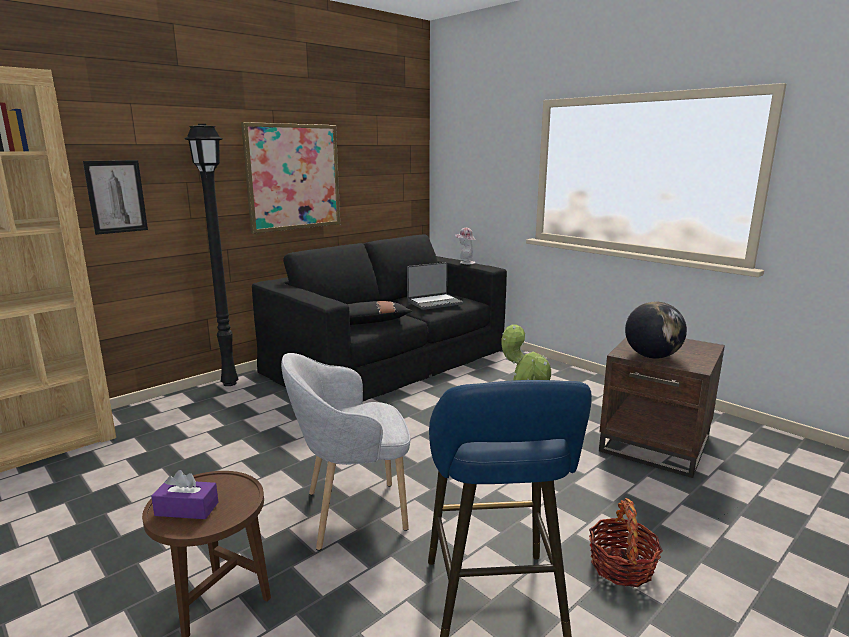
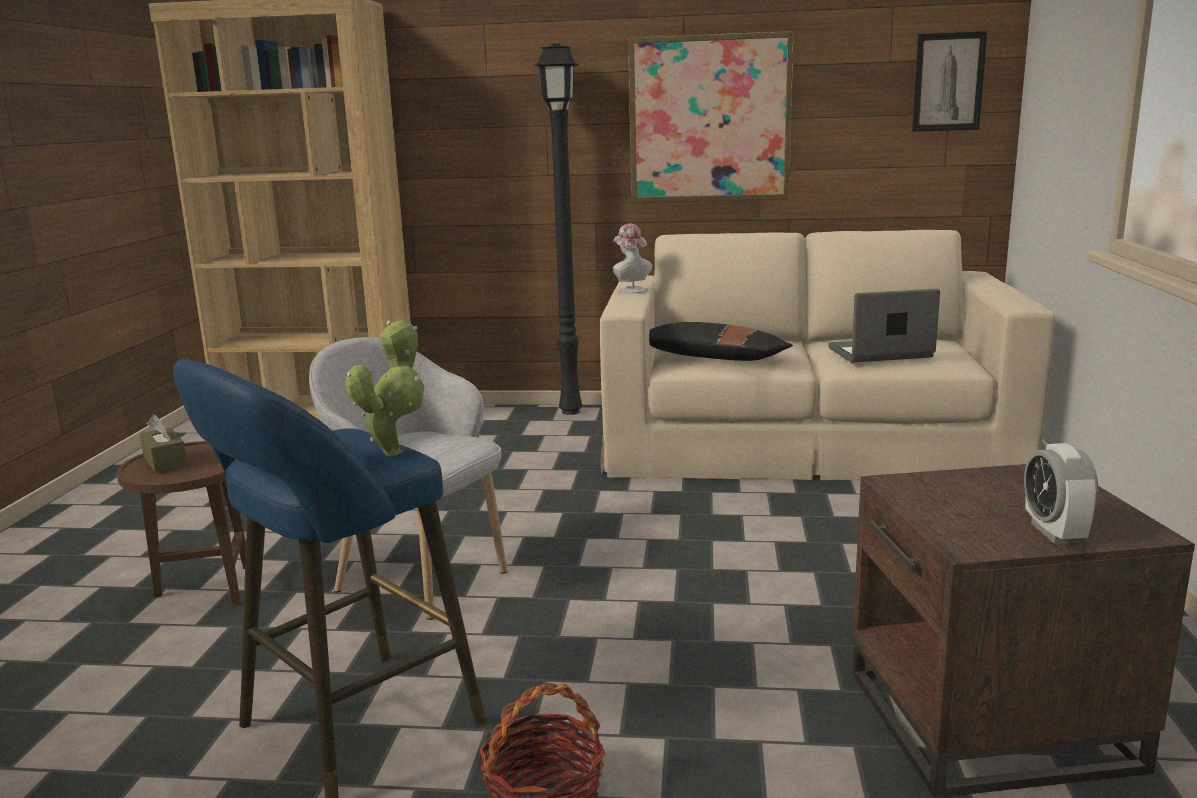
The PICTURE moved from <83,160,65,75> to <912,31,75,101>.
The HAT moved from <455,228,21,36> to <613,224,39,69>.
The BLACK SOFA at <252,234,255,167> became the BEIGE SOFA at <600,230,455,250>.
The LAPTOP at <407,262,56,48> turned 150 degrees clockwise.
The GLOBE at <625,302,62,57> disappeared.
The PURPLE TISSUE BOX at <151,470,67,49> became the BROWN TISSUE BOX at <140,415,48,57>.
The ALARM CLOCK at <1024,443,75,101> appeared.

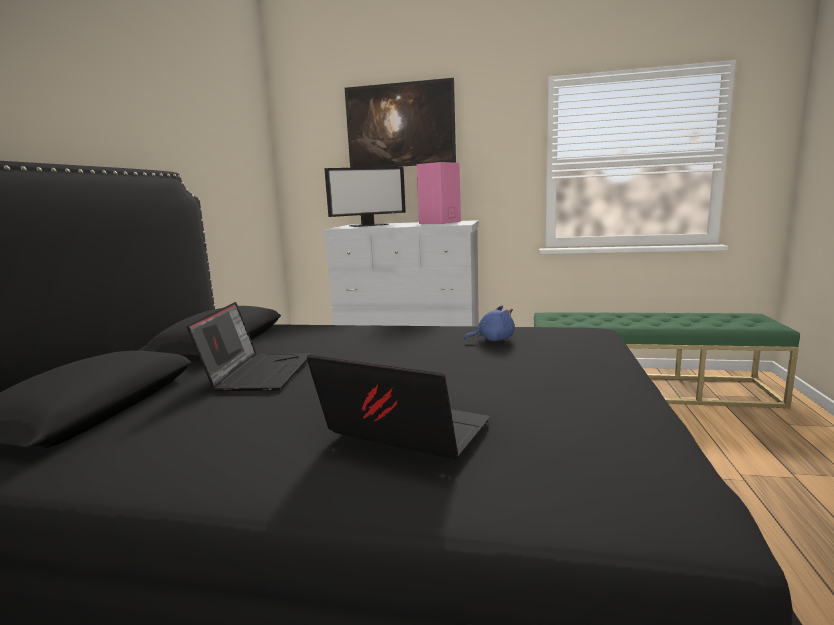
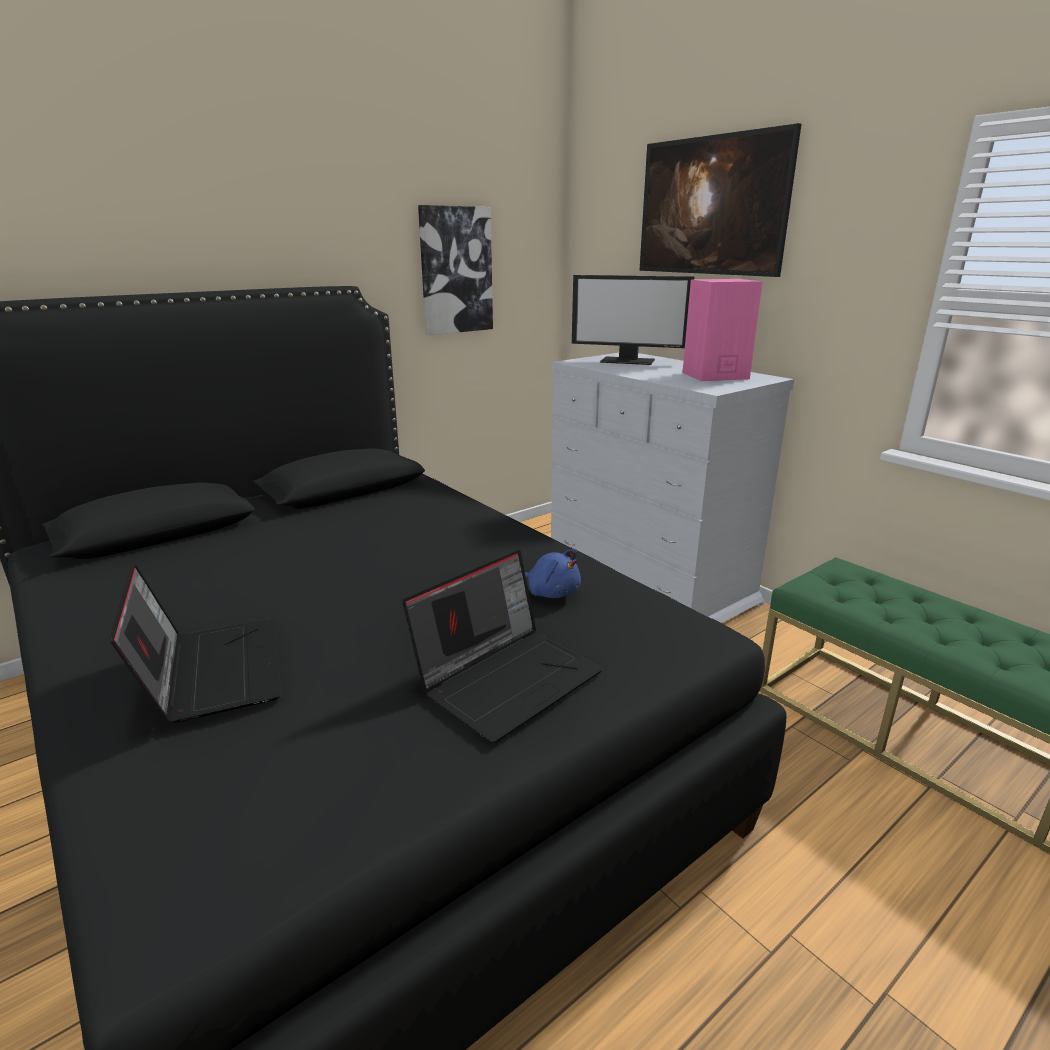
The LAPTOP moved from <187,302,124,89> to <402,550,201,193>.
The PICTURE at <418,205,75,130> appeared.

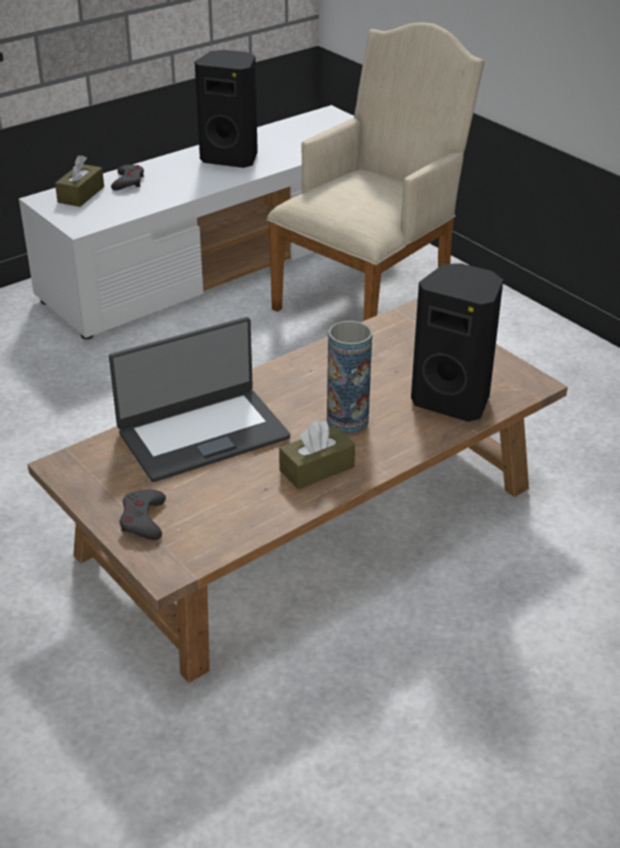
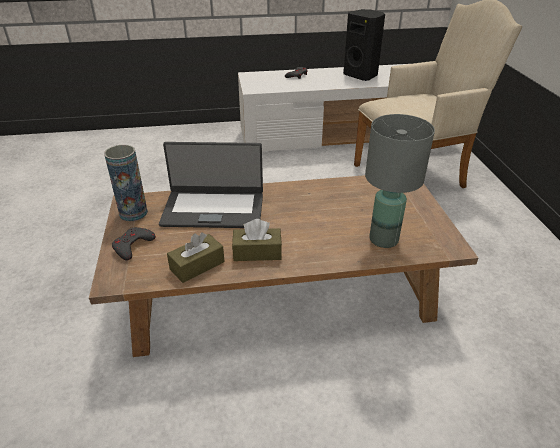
The BROWN TISSUE BOX moved from <55,155,49,52> to <167,232,58,51>.
The BLACK SPEAKER at <411,263,92,159> was replaced by the GREY TABLE LAMP at <365,114,70,134>.
The VASE moved from <327,321,45,112> to <104,145,44,76>.

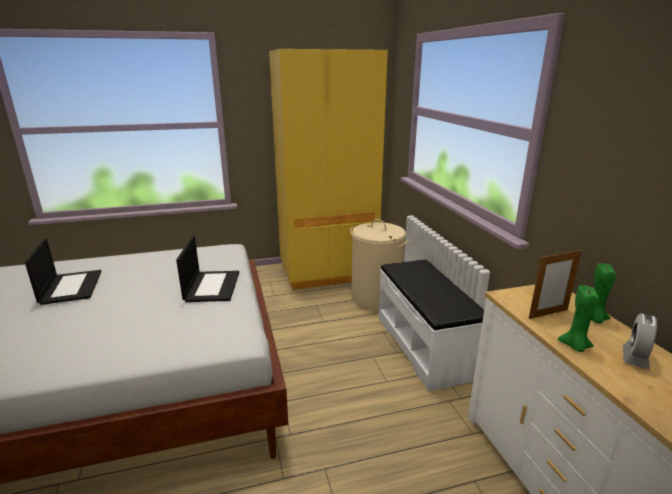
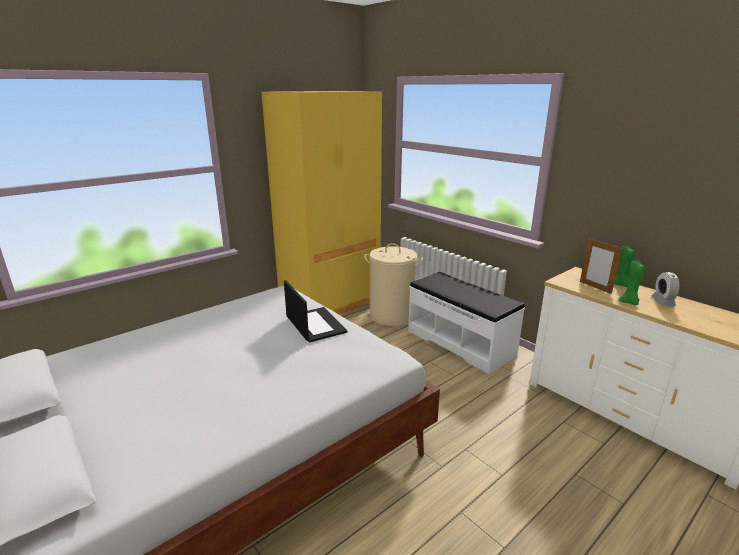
The LAPTOP at <25,238,76,67> disappeared.
The PICTURE FRAME at <529,249,53,70> turned 105 degrees clockwise.

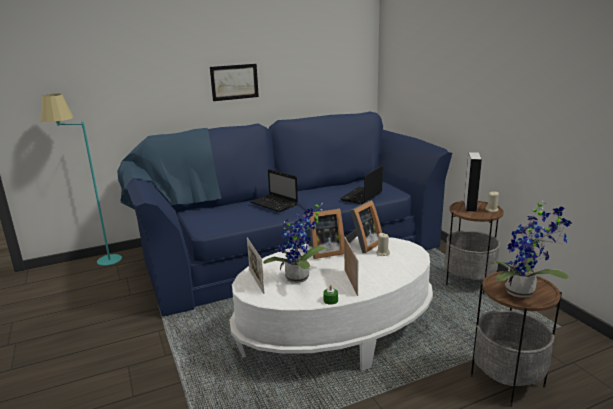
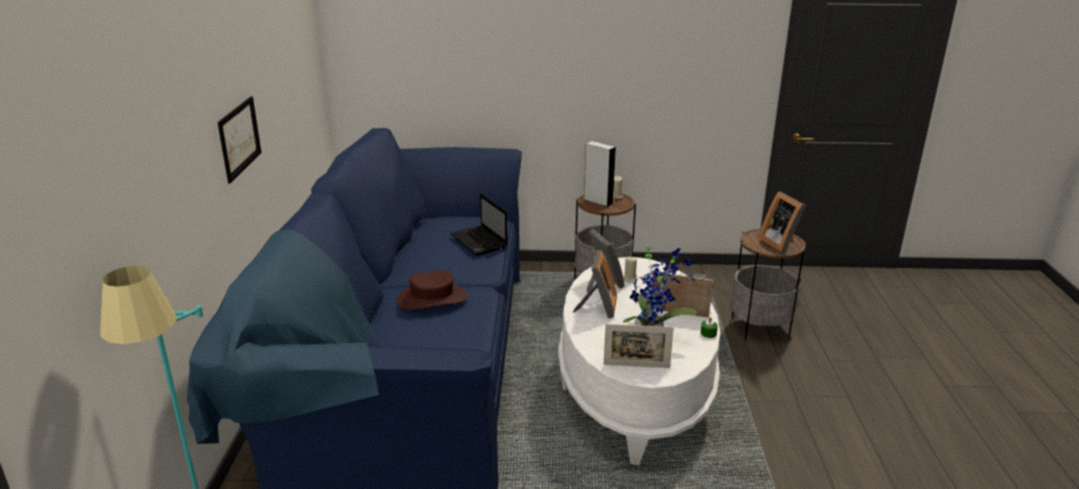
The LAPTOP at <250,169,48,43> was replaced by the BROWN HAT at <397,270,70,40>.
The POTTED PLANT at <489,201,84,97> was replaced by the PICTURE FRAME at <758,191,48,62>.

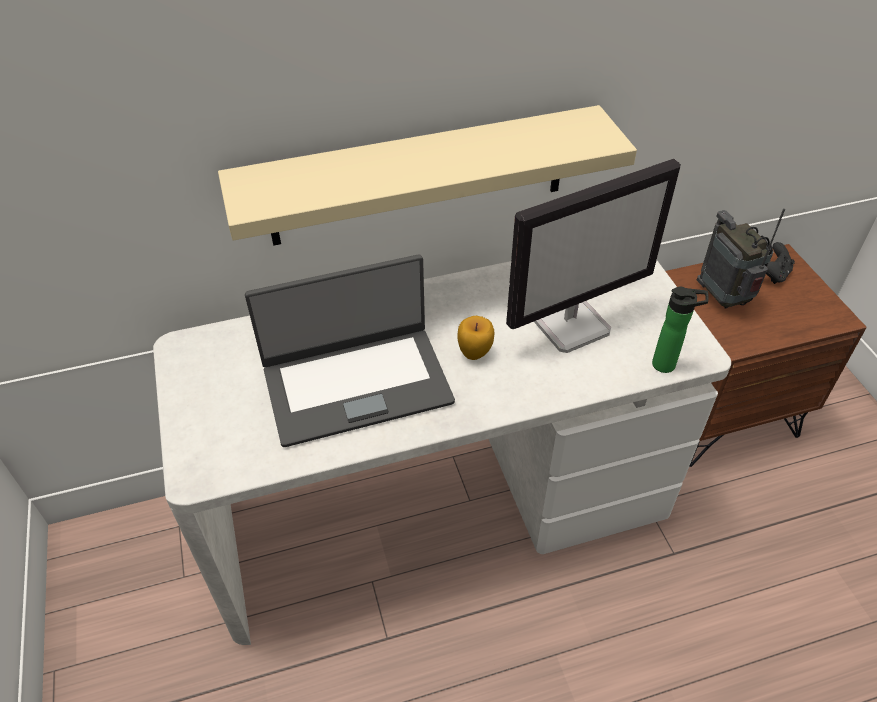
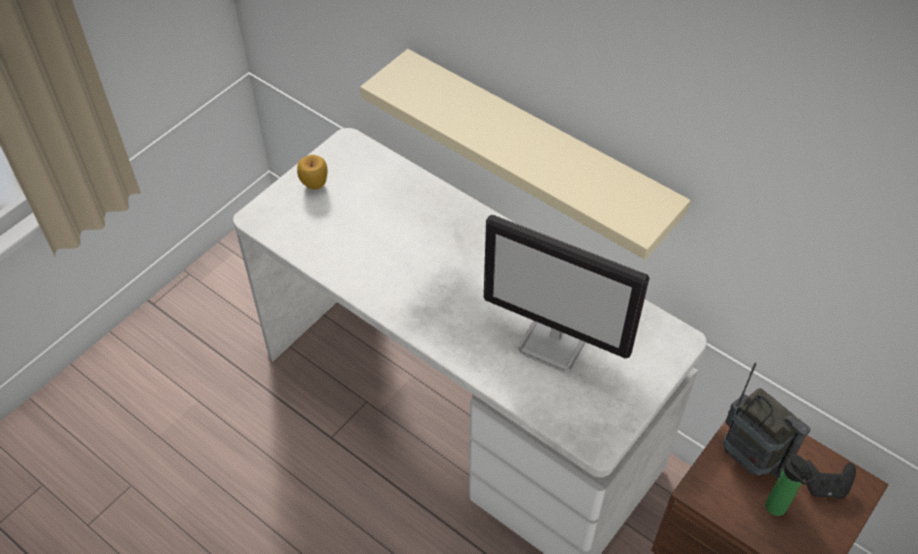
The RADIO at <697,208,88,101> turned 105 degrees clockwise.
The LAPTOP at <245,255,210,192> disappeared.
The BOTTLE moved from <652,287,57,86> to <765,453,52,63>.
The APPLE moved from <457,316,38,44> to <297,155,30,35>.

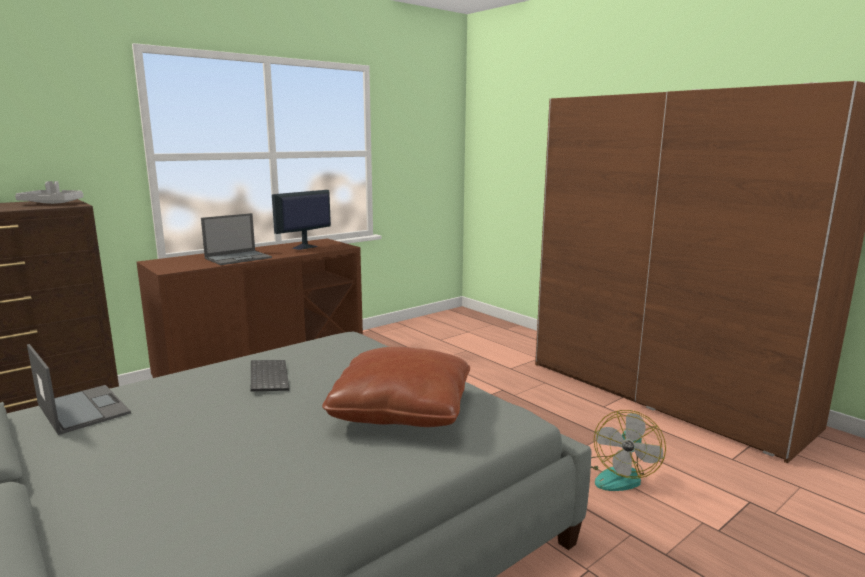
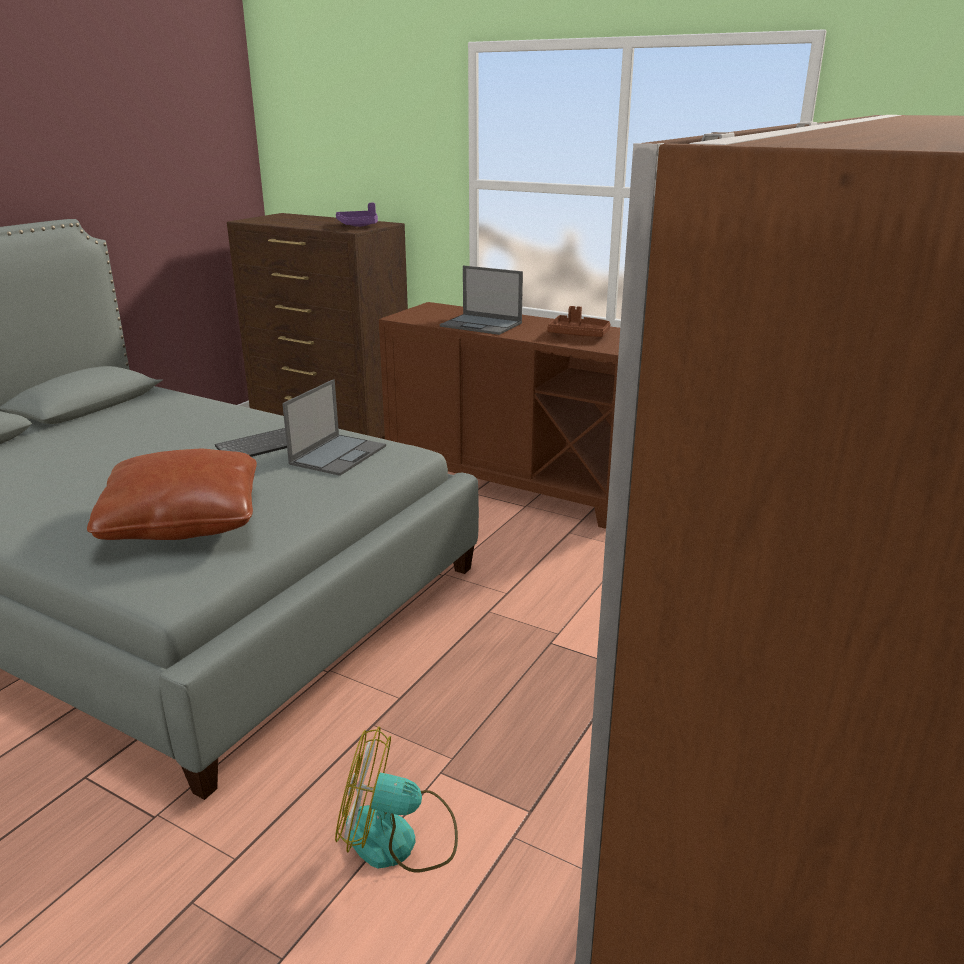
The GREY TRAY at <15,181,68,23> became the PURPLE TRAY at <336,203,42,24>.
The MONITOR at <272,190,59,60> was replaced by the BROWN TRAY at <548,306,62,31>.
The LAPTOP moved from <27,344,104,91> to <282,379,104,97>.

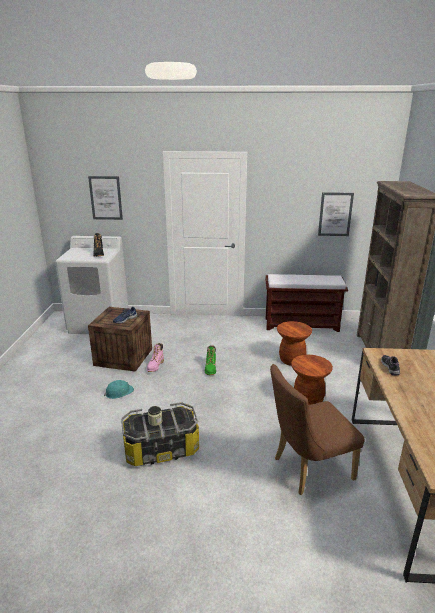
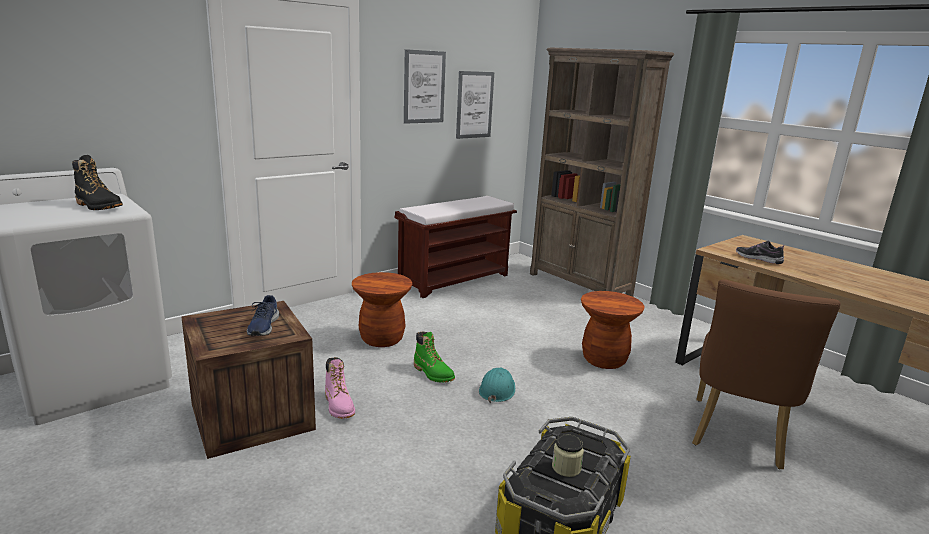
The PICTURE moved from <88,176,35,44> to <404,49,42,75>.
The BROWN STOOL moved from <277,321,35,45> to <352,272,60,75>.
The TURQUOISE HARD HAT moved from <104,380,30,19> to <479,368,36,35>.

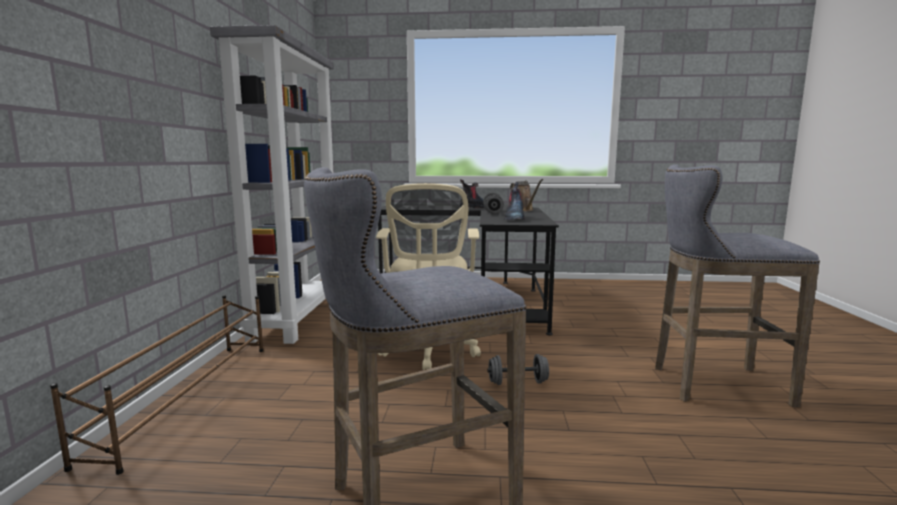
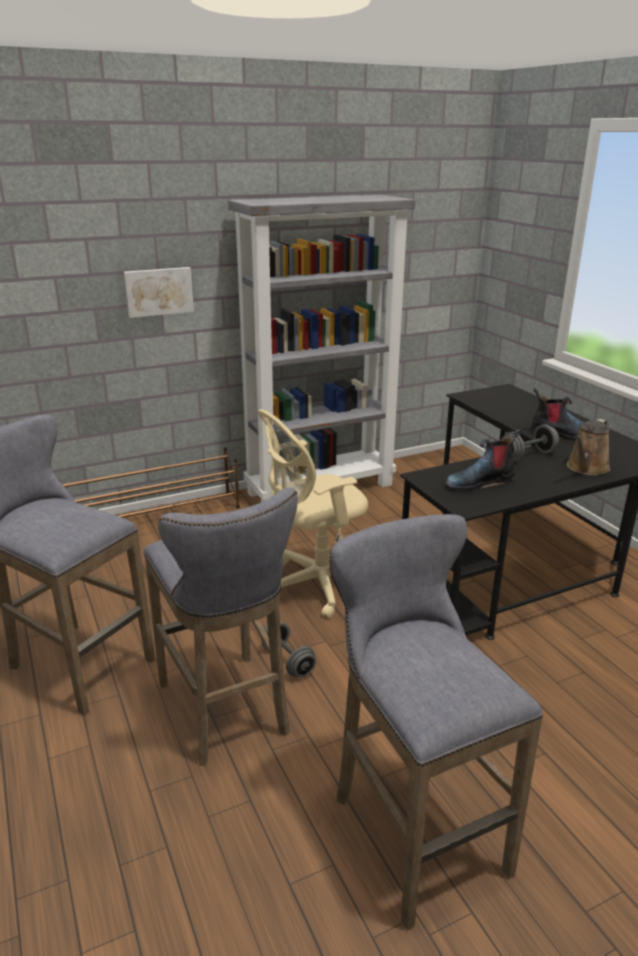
The PICTURE at <123,267,71,51> appeared.
The GREY STOOL at <144,487,154,279> appeared.

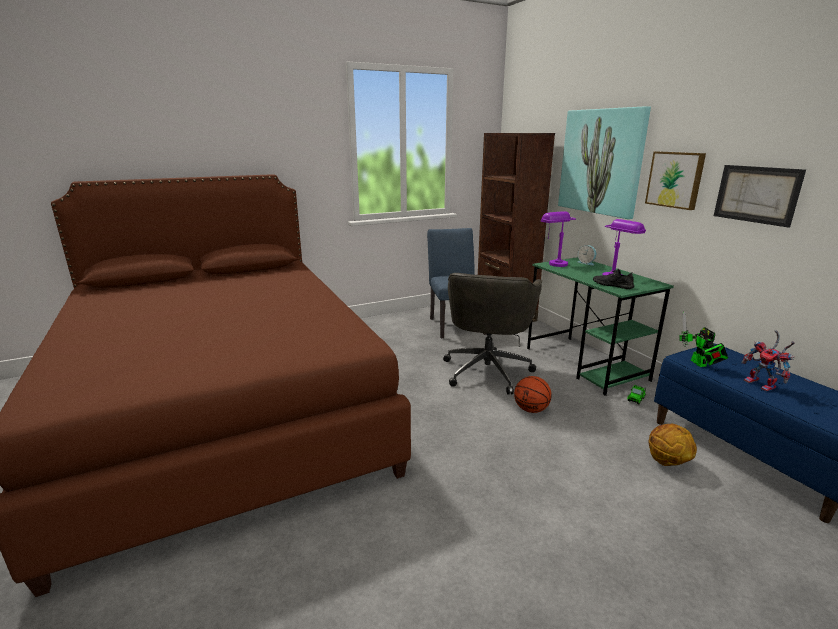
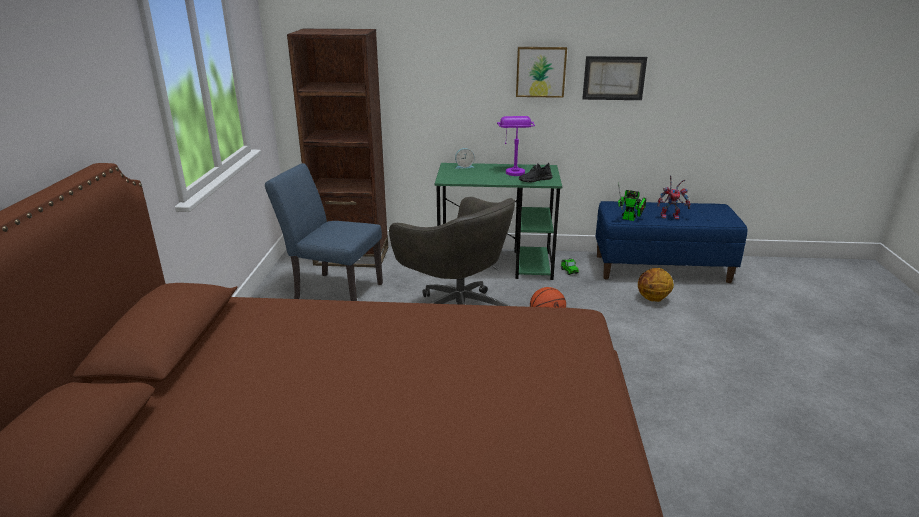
The PICTURE at <558,106,93,113> disappeared.
The PURPLE TABLE LAMP at <541,211,35,56> disappeared.

